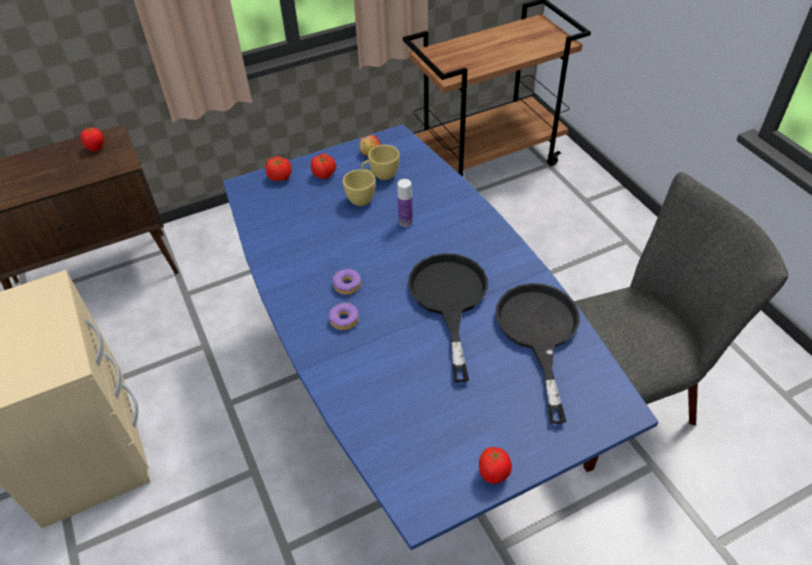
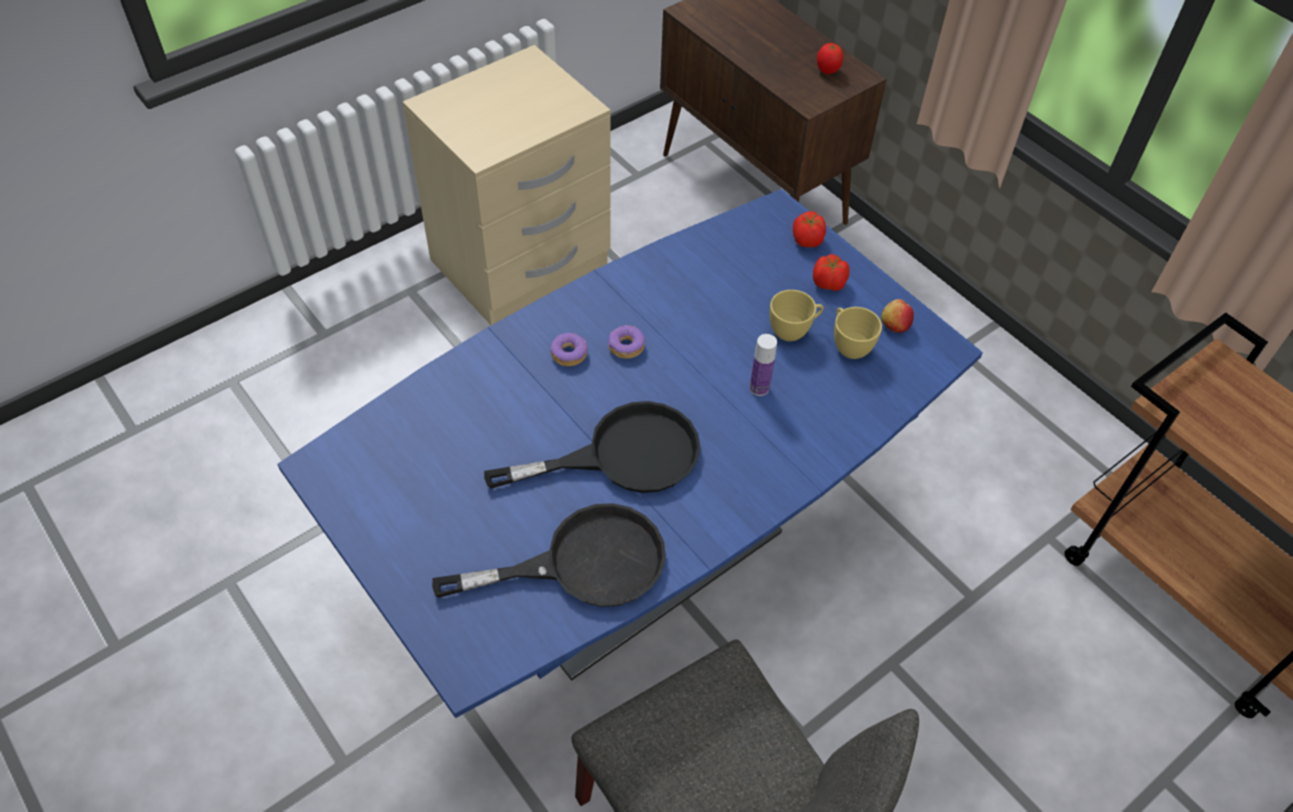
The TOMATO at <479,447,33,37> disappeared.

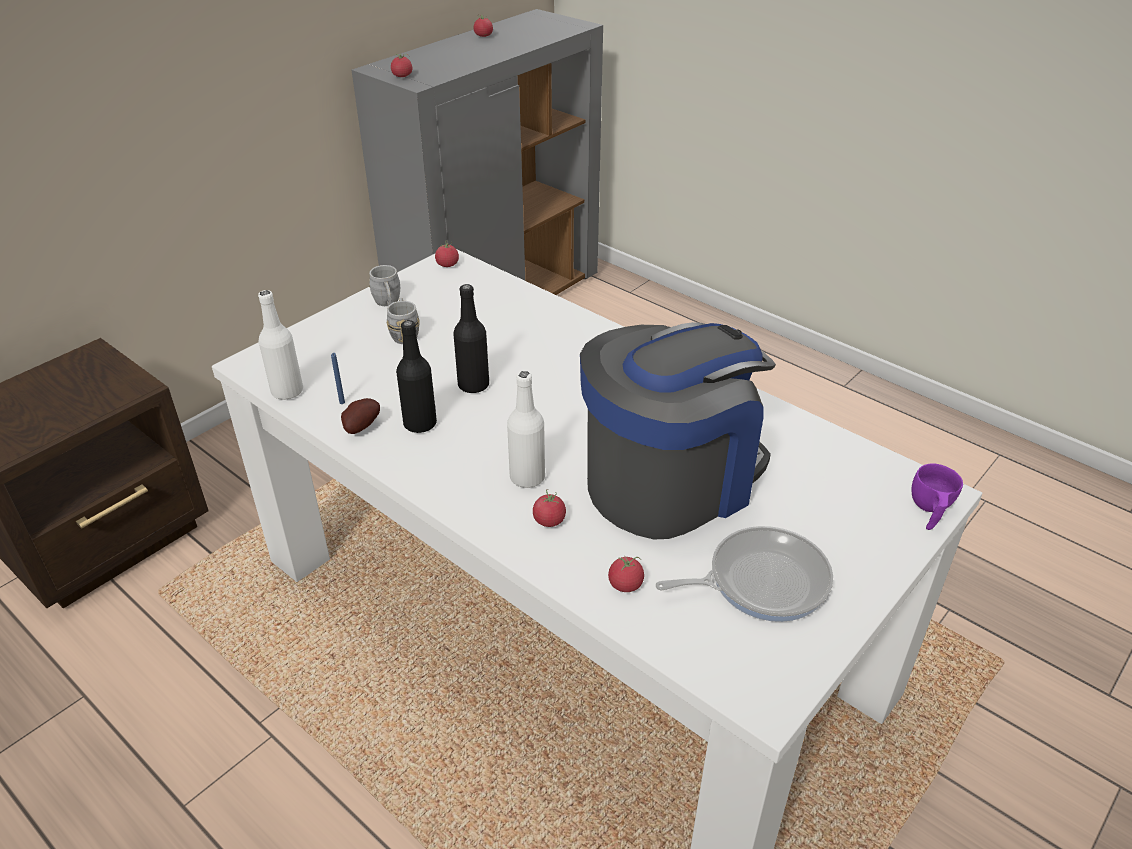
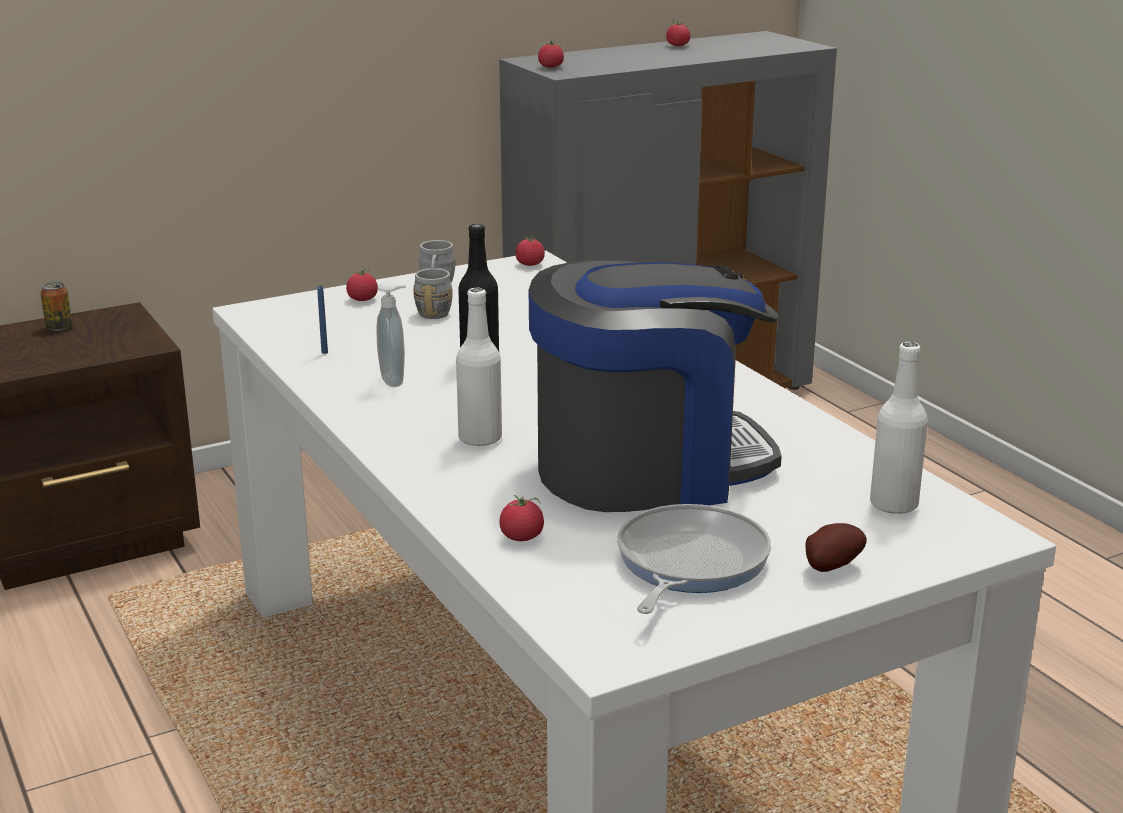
The WHITE BOTTLE moved from <258,290,45,110> to <870,342,58,172>.
The BLACK BOTTLE at <396,320,41,113> was replaced by the SOAP DISPENSER at <376,281,31,106>.
The POTATO moved from <341,398,39,36> to <805,523,62,49>.
The PURPLE CUP at <912,463,51,67> disappeared.
The TOMATO moved from <533,489,33,38> to <346,267,32,34>.
The FRYING PAN at <656,526,177,96> turned 75 degrees counterclockwise.
The CAN at <40,282,32,49> appeared.

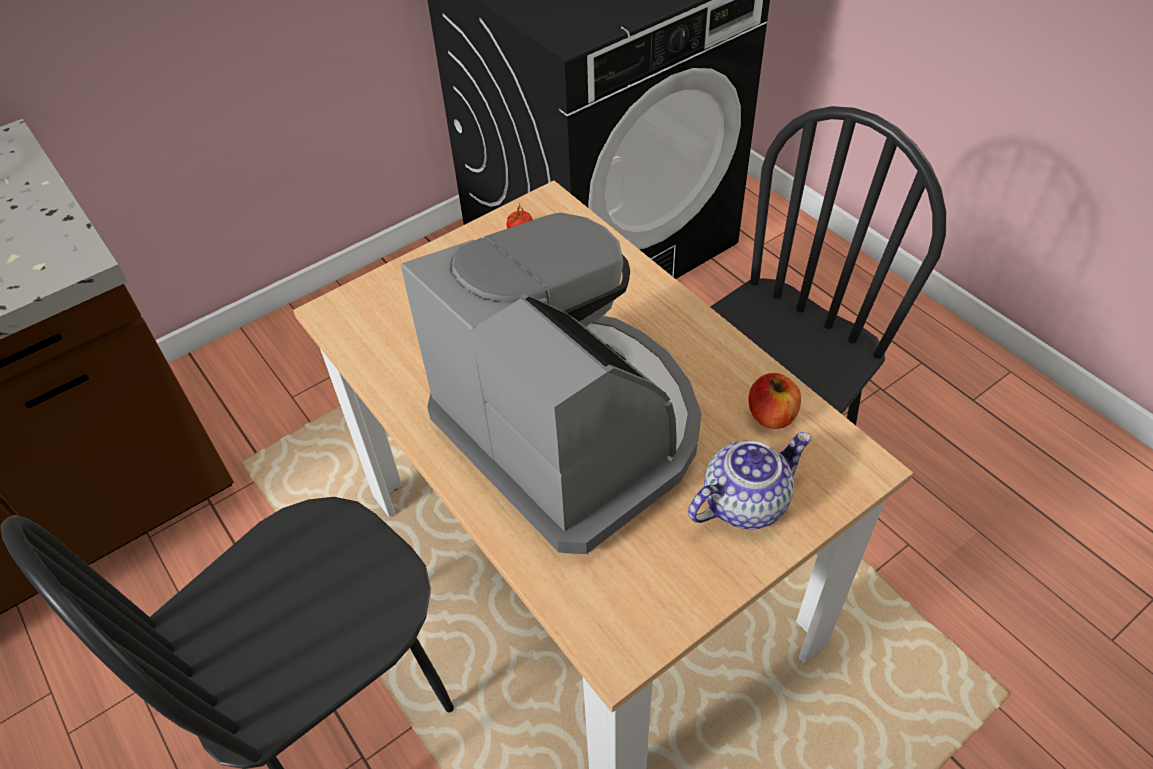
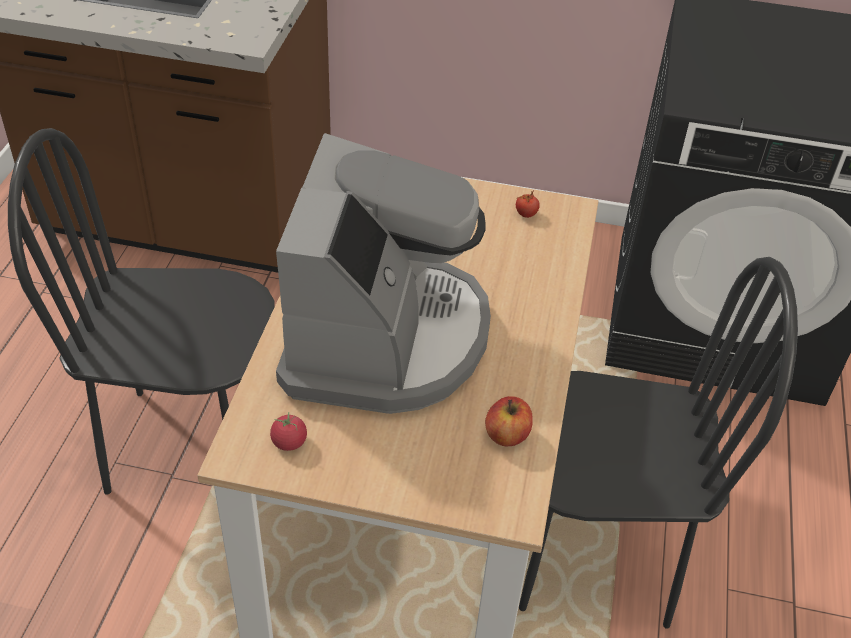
The TEAPOT at <688,432,124,97> disappeared.
The TOMATO at <270,412,37,39> appeared.

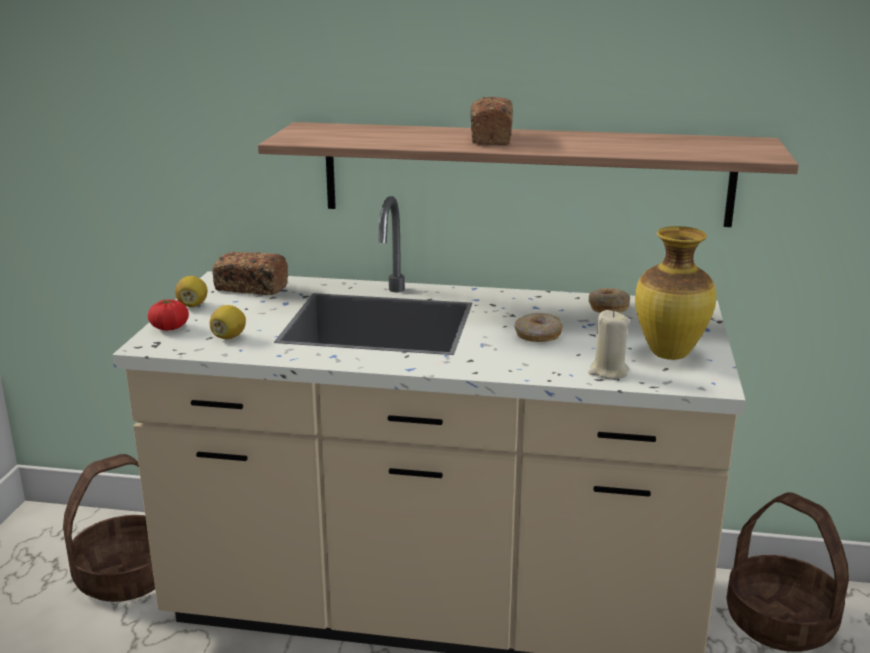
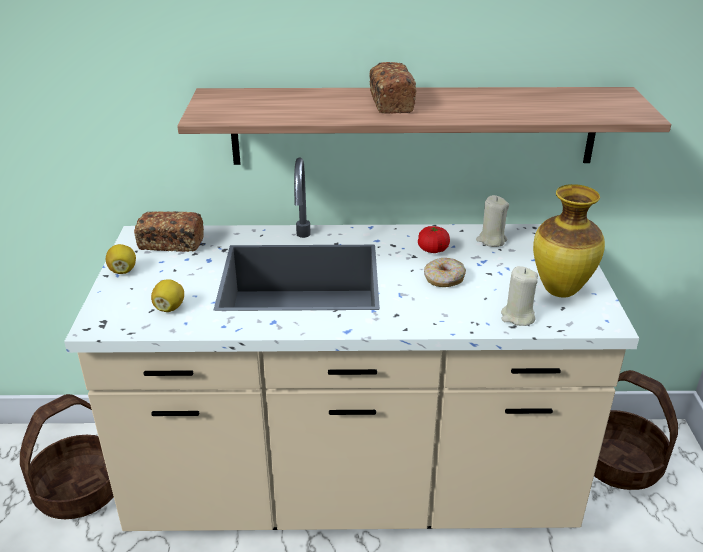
The DONUT at <589,288,41,25> was replaced by the BEIGE CANDLE at <476,195,33,52>.
The TOMATO moved from <148,299,41,32> to <418,226,32,27>.

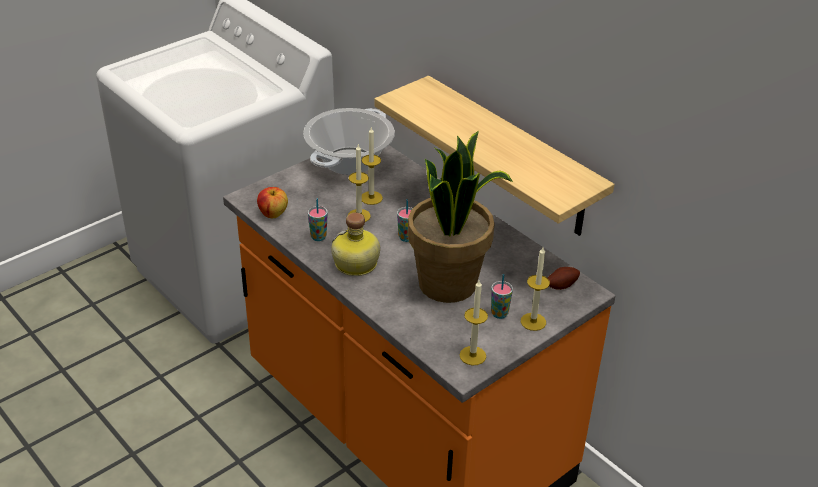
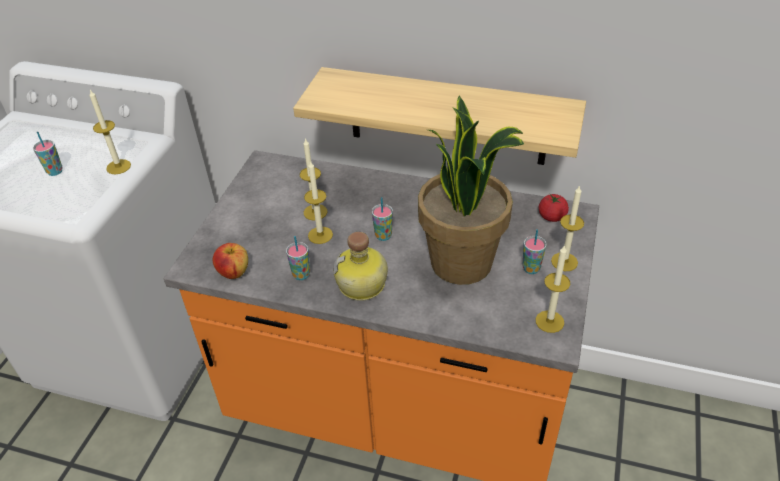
The COOKING POT at <303,108,92,67> disappeared.
The POTATO at <548,267,32,23> was replaced by the TOMATO at <538,194,31,28>.
The CANDLE at <89,90,42,84> appeared.
The CUP at <33,132,30,44> appeared.

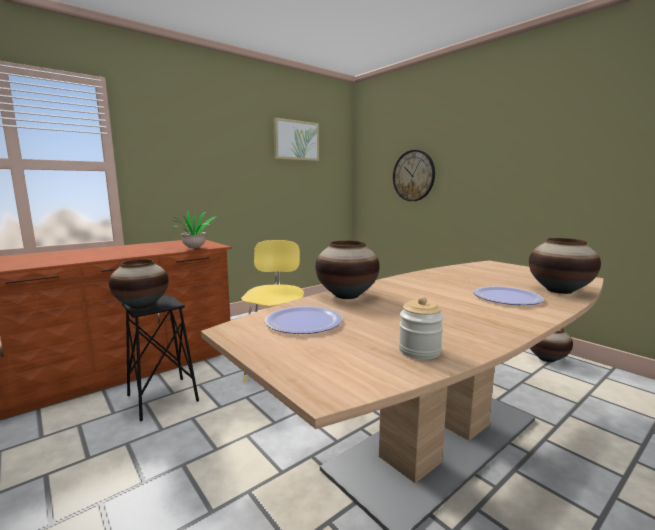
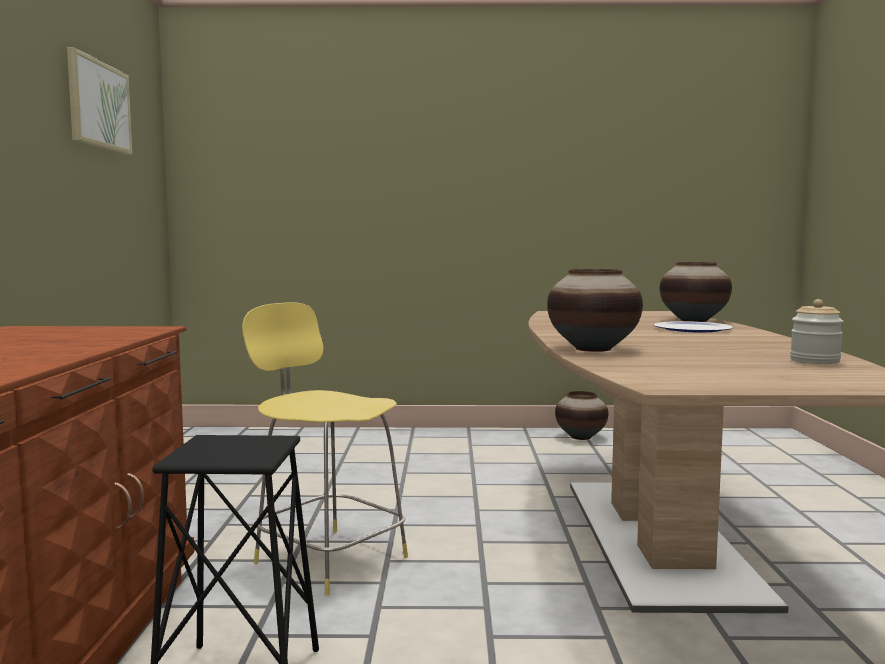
The WALL CLOCK at <393,150,42,51> disappeared.
The POTTED PLANT at <173,211,43,37> disappeared.
The VASE at <109,259,60,50> disappeared.
The PLATE at <265,306,78,28> disappeared.

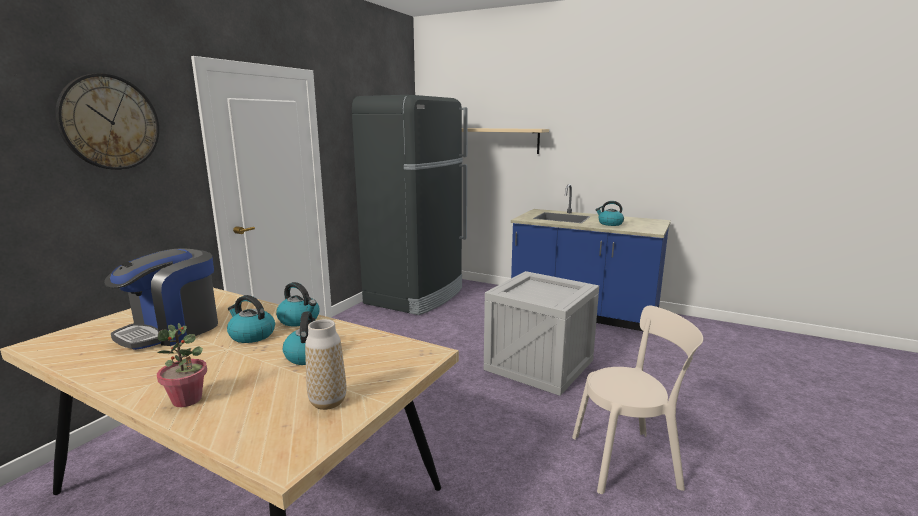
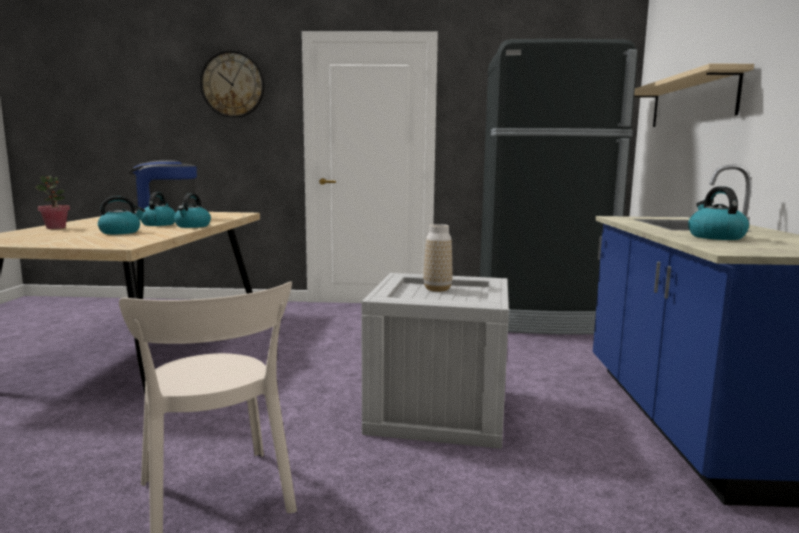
The VASE moved from <305,319,42,91> to <423,224,29,68>.

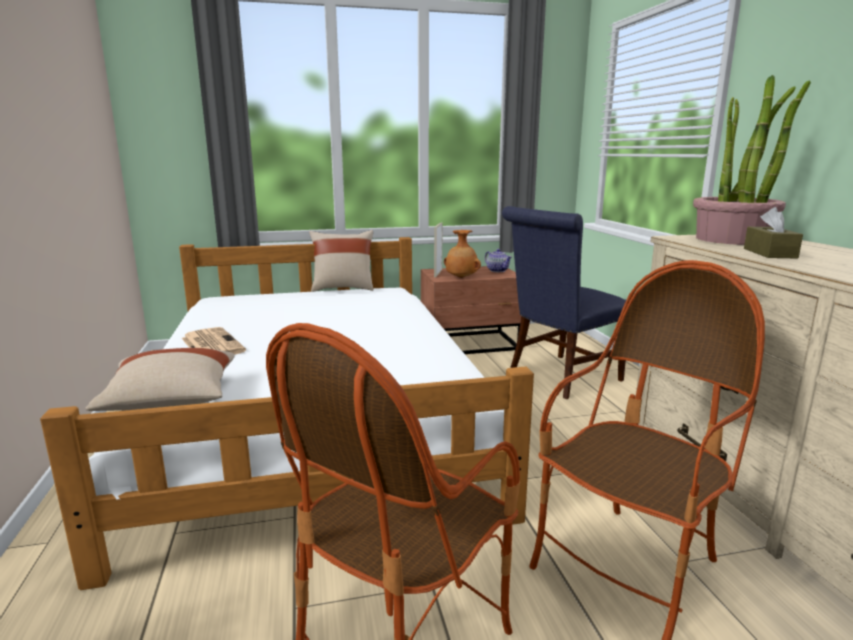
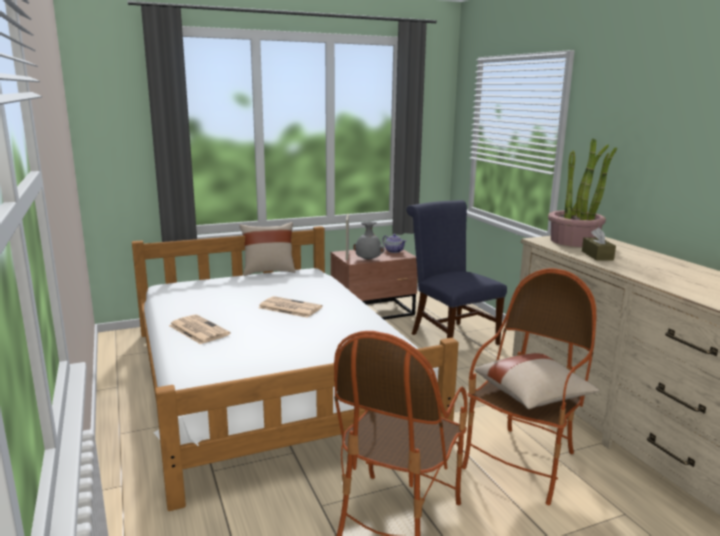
The BLUE CHAIR at <502,206,124,193> turned 105 degrees clockwise.
The BROWN VASE at <444,230,37,48> became the GREY VASE at <353,221,32,39>.
The BEIGE PILLOW moved from <85,348,150,63> to <474,353,125,56>.
The NEWSPAPER at <258,296,64,22> appeared.

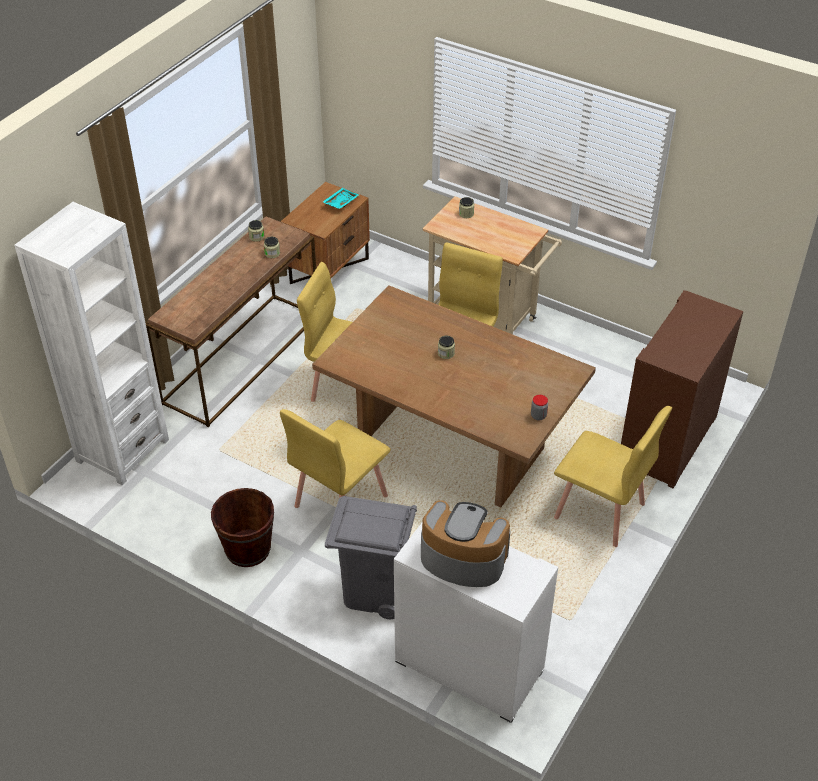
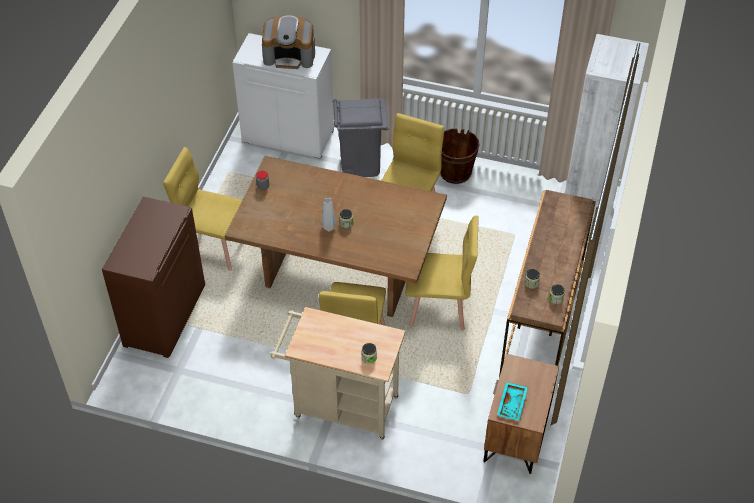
The GREY VASE at <321,198,15,34> appeared.

